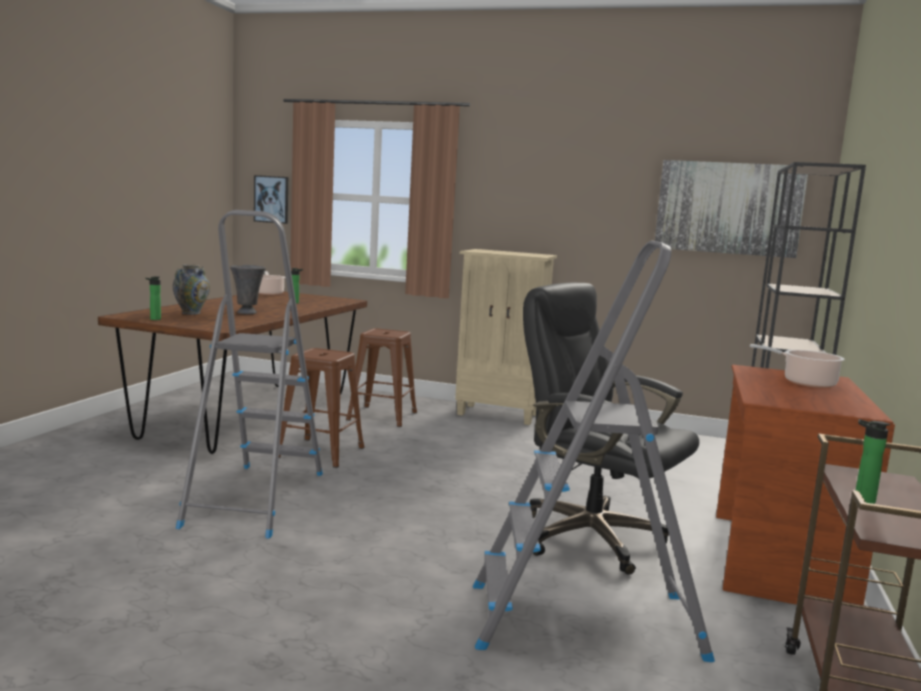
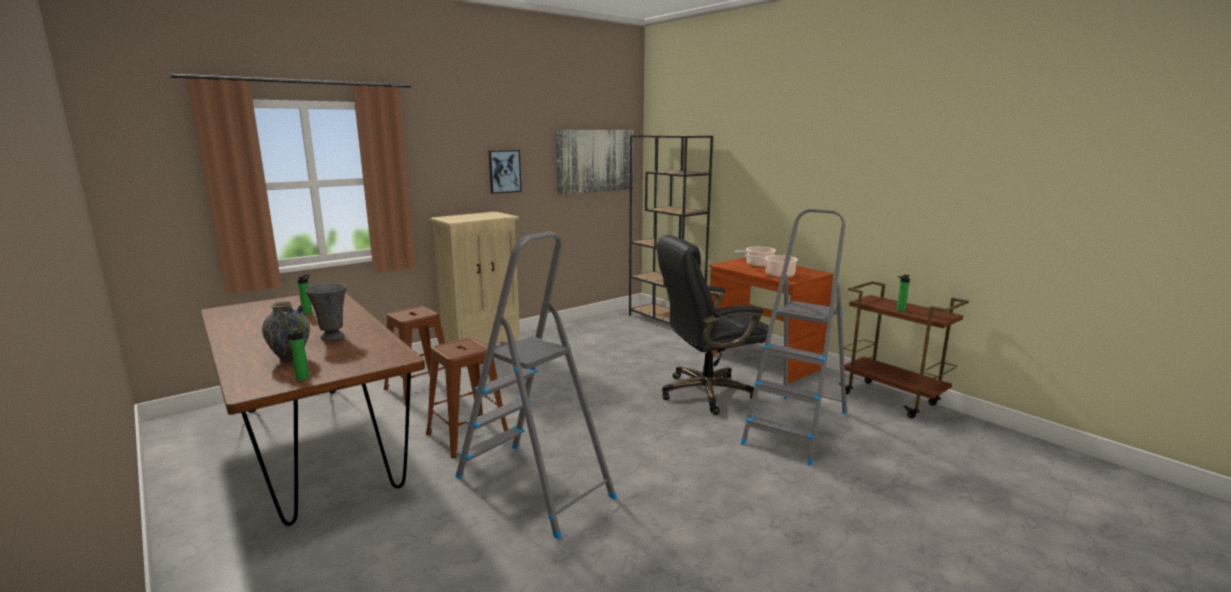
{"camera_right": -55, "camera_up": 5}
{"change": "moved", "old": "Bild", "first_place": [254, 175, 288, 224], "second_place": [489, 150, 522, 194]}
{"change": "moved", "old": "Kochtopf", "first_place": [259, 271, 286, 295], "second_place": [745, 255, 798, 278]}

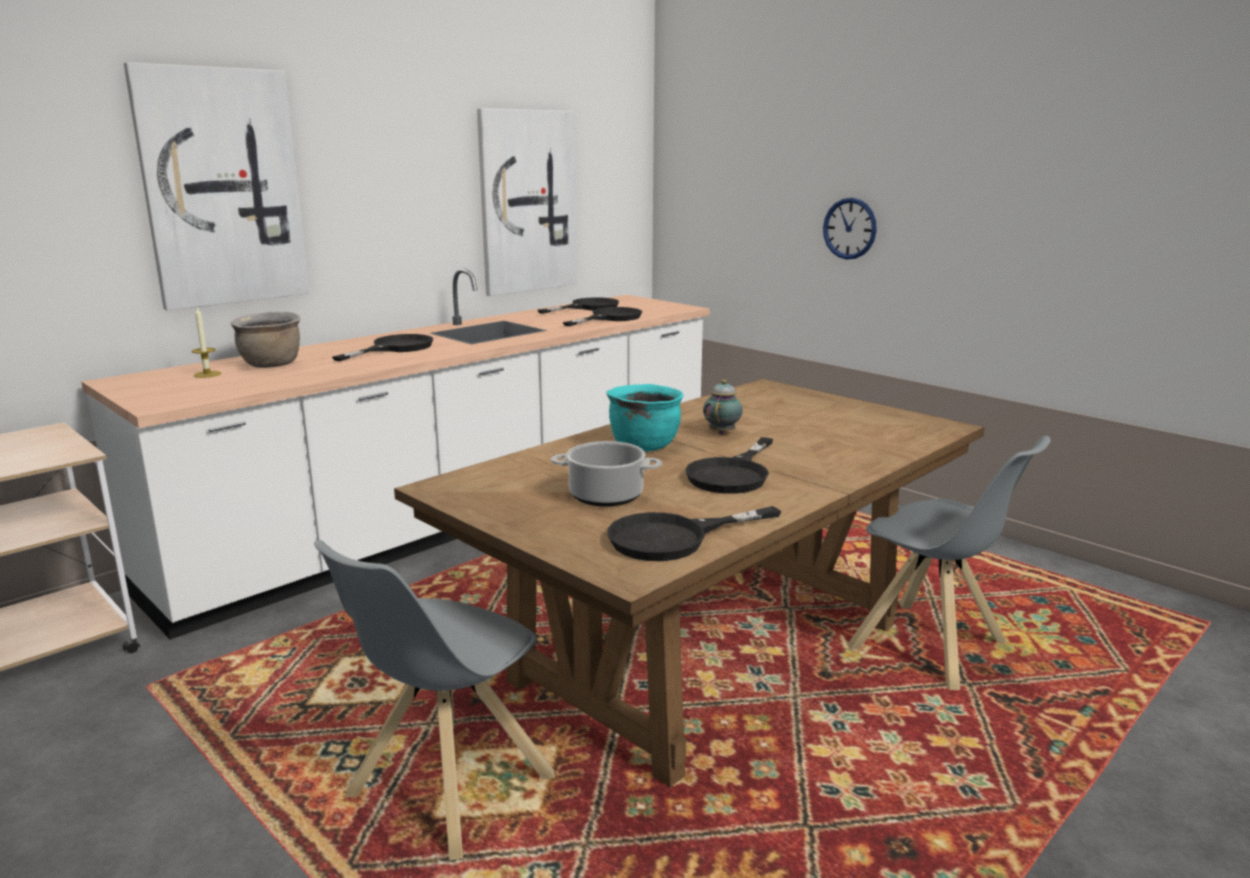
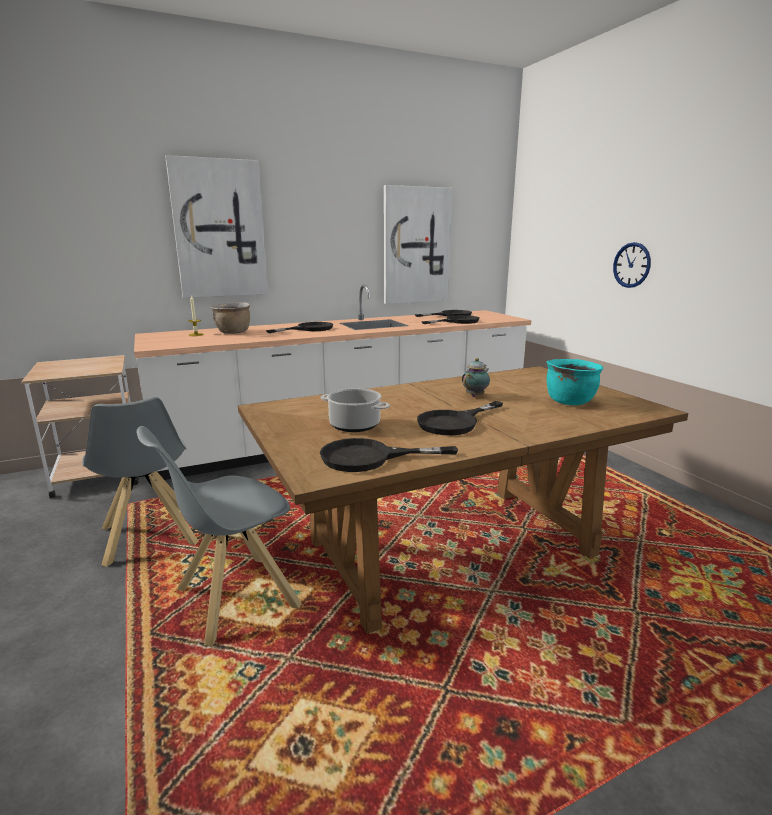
{"camera_right": 20, "camera_up": 0}
{"change": "moved", "old": "Kochtopf/türkis", "first_place": [606, 384, 683, 451], "second_place": [546, 359, 603, 405]}
{"change": "moved", "old": "Stuhl/grau", "first_place": [847, 436, 1051, 690], "second_place": [82, 397, 199, 567]}

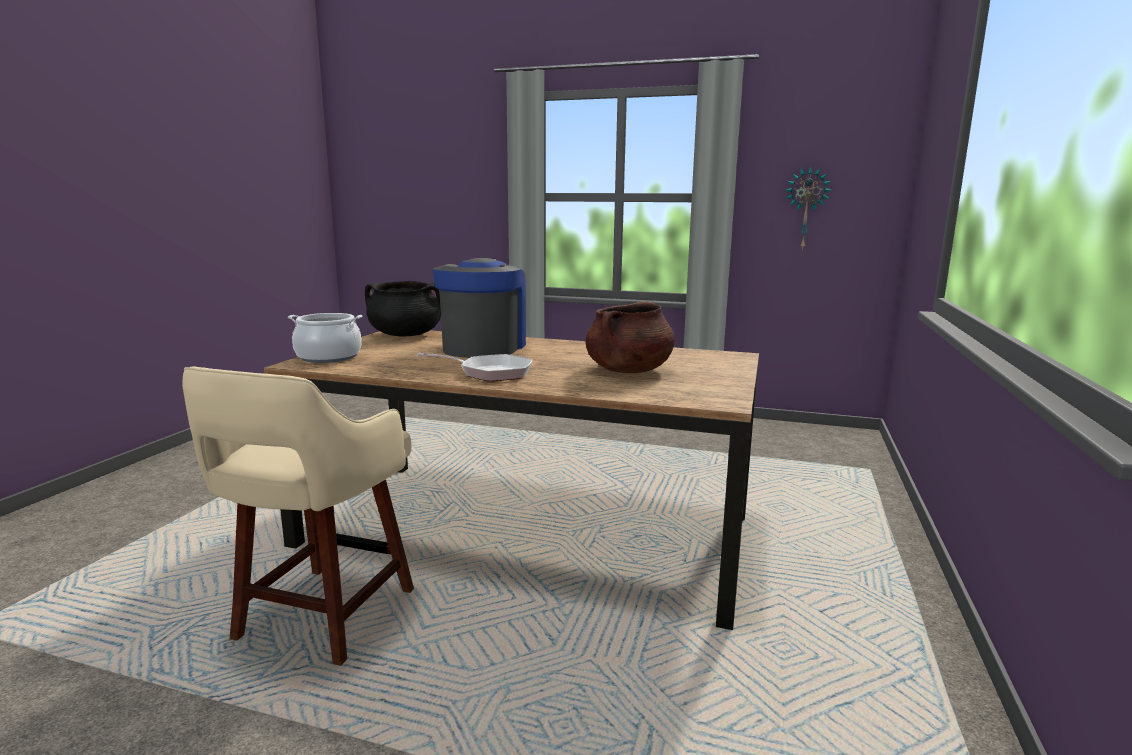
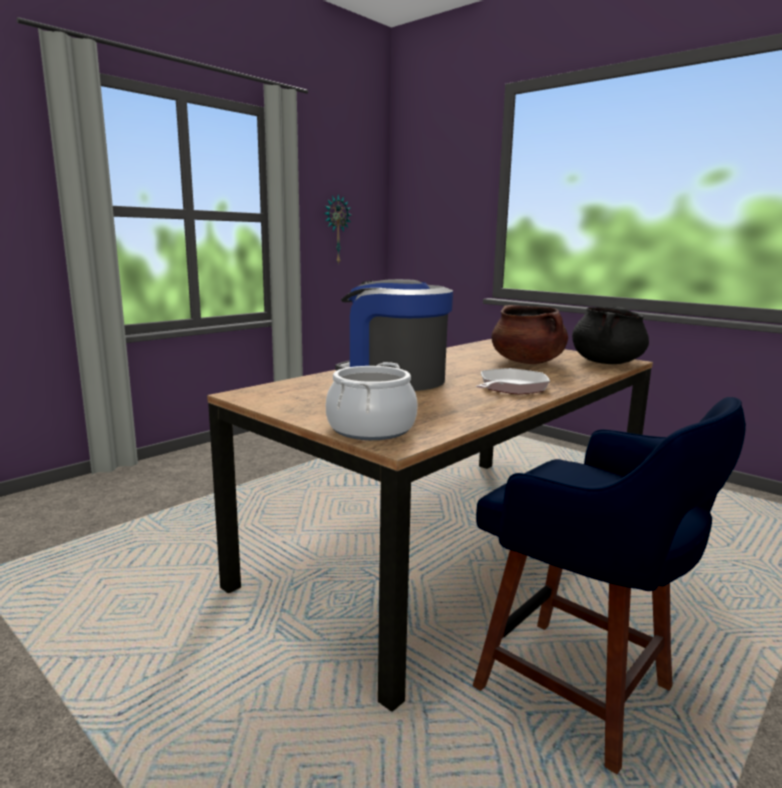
{"camera_right": -65, "camera_up": 0}
{"change": "recoloured", "old": "Hocker/beige", "new": "Hocker/blau", "first_place": [182, 366, 414, 666], "second_place": [473, 397, 746, 774]}
{"change": "moved", "old": "Kochtopf/schwarz", "first_place": [365, 281, 441, 336], "second_place": [572, 306, 649, 364]}

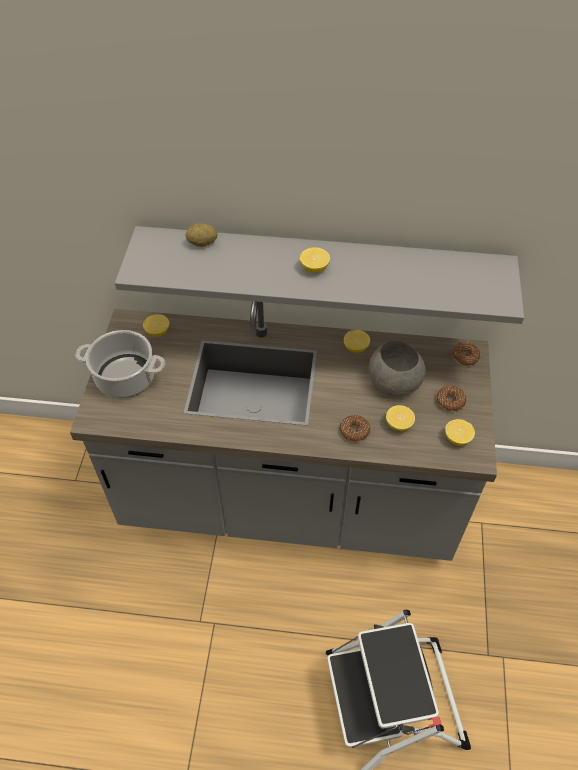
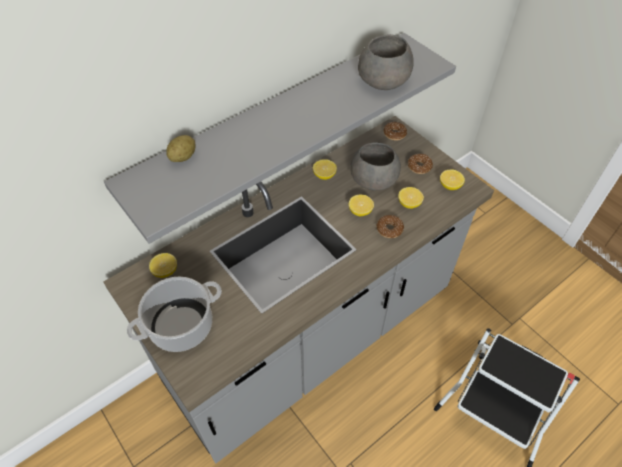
{"camera_right": -45, "camera_up": 0}
{"change": "moved", "old": "Zitrone", "first_place": [300, 247, 330, 273], "second_place": [349, 194, 374, 217]}
{"change": "added", "new": "Schüssel/grau", "second_place": [358, 34, 414, 90]}

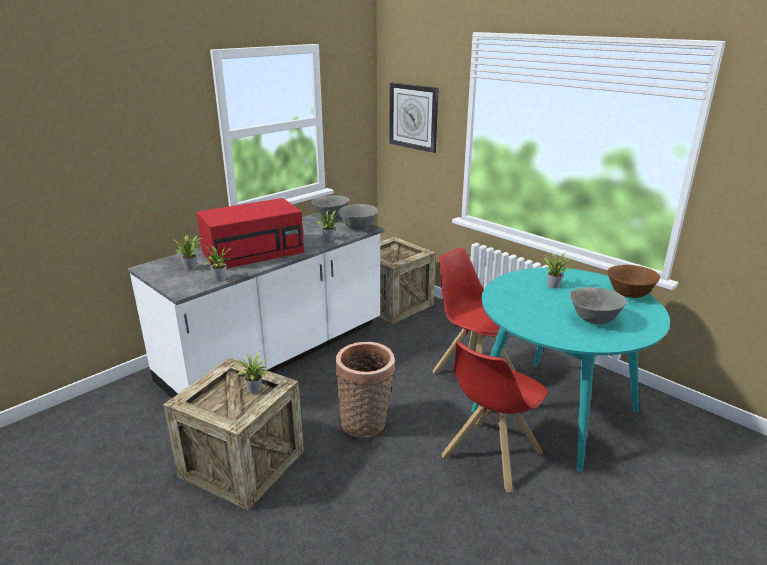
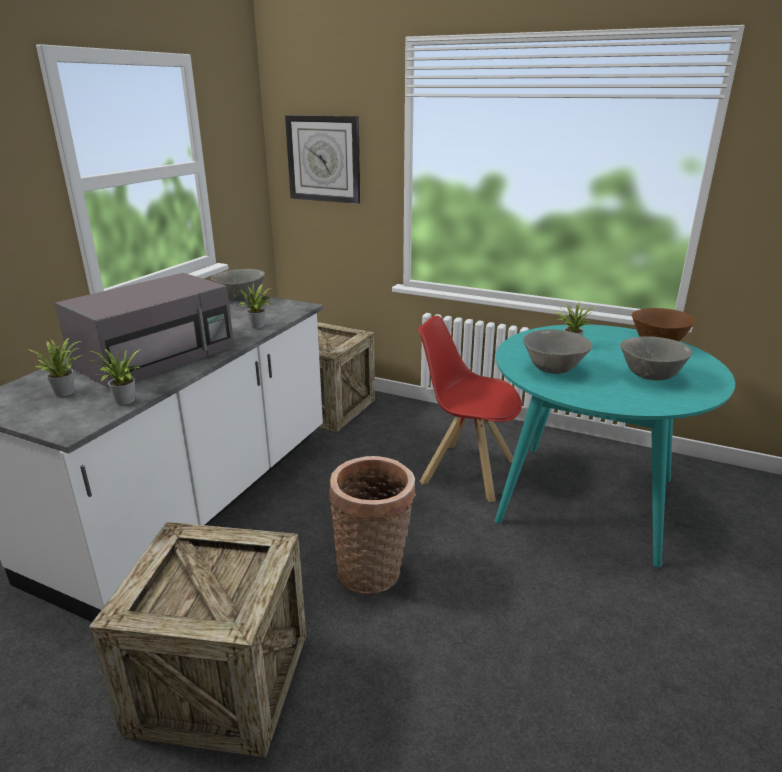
{"camera_right": -20, "camera_up": 0}
{"change": "recoloured", "old": "Mikrowelle/rot", "new": "Mikrowelle/grau", "first_place": [196, 198, 304, 269], "second_place": [55, 273, 234, 389]}
{"change": "removed", "old": "Topfpflanze", "first_place": [234, 352, 269, 394]}
{"change": "moved", "old": "Schüssel/grau", "first_place": [338, 204, 378, 230], "second_place": [523, 329, 592, 374]}
{"change": "removed", "old": "Stuhl/rot", "first_place": [442, 342, 548, 493]}

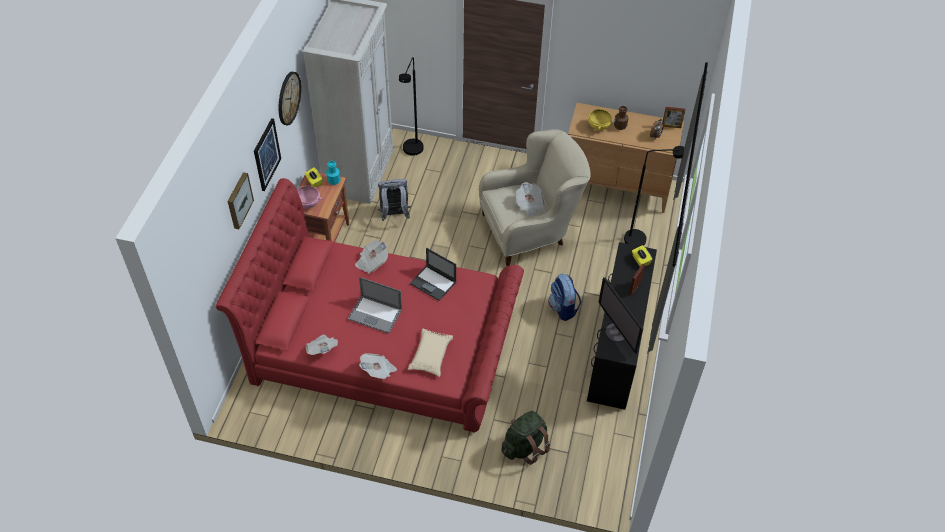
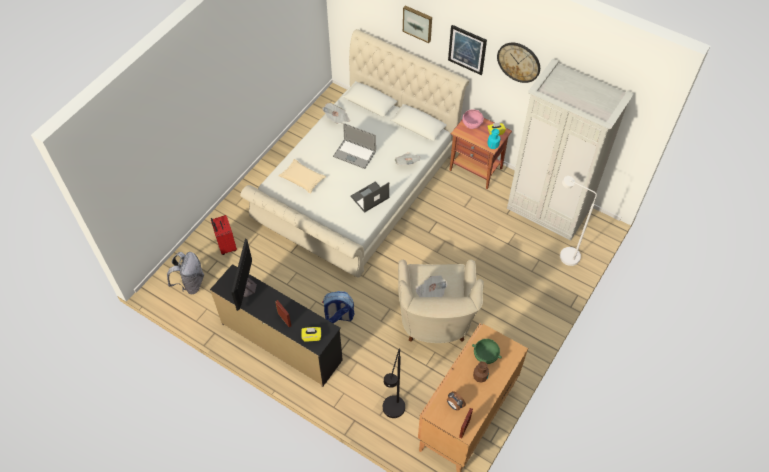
{"camera_right": 110, "camera_up": 5}
{"change": "recoloured", "old": "Bett/rot", "new": "Bett/beige", "first_place": [216, 178, 524, 432], "second_place": [240, 29, 469, 278]}
{"change": "turned", "old": "Laptop", "first_place": [348, 277, 402, 334], "second_place": [333, 123, 376, 169], "degrees": -105}
{"change": "removed", "old": "Zeitung", "first_place": [359, 353, 397, 379]}
{"change": "moved", "old": "Rucksack/grau", "first_place": [378, 179, 411, 221], "second_place": [167, 252, 204, 294]}
{"change": "recoloured", "old": "Stehlampe/schwarz", "new": "Stehlampe/weiß", "first_place": [399, 57, 423, 156], "second_place": [560, 176, 597, 266]}
{"change": "replaced", "old": "Rucksack/grün", "new": "Koffer/rot", "first_place": [501, 411, 550, 465], "second_place": [211, 215, 237, 255]}
{"change": "recoloured", "old": "Schüssel/gelb", "new": "Schüssel/grün", "first_place": [588, 109, 612, 131], "second_place": [472, 339, 502, 364]}
{"change": "turned", "old": "Monitor", "first_place": [598, 278, 643, 354], "second_place": [231, 238, 257, 311], "degrees": -75}

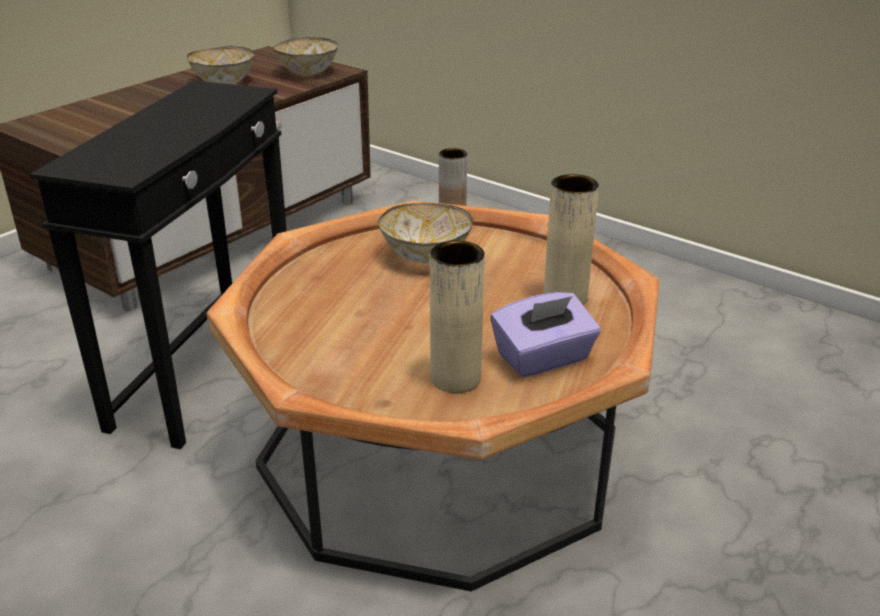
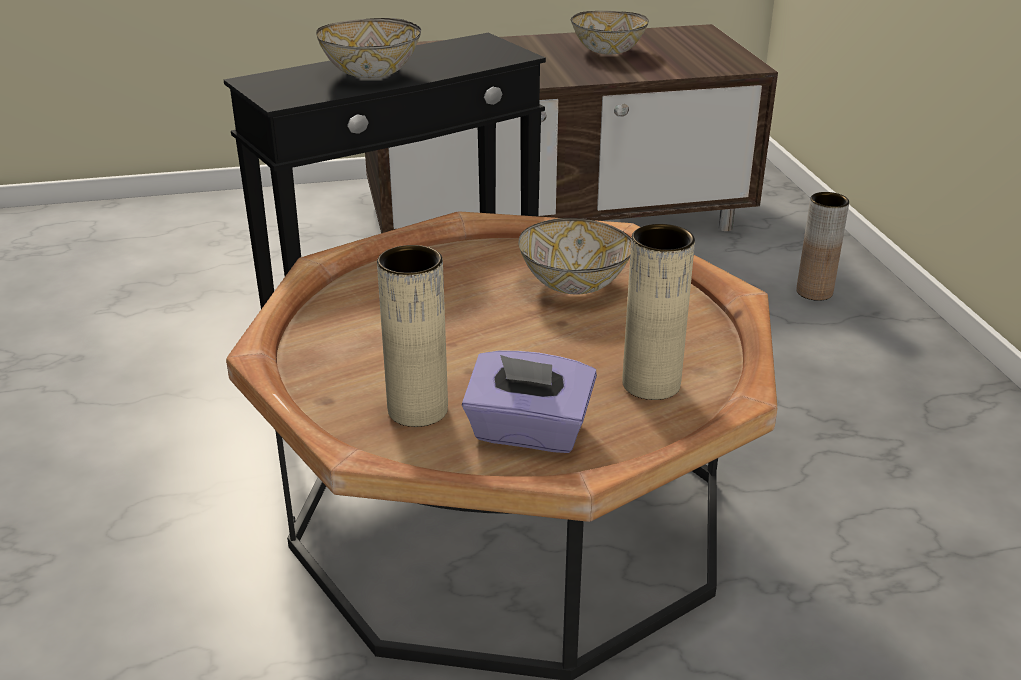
{"camera_right": 40, "camera_up": 0}
{"change": "moved", "old": "Schüssel", "first_place": [273, 37, 338, 75], "second_place": [316, 18, 421, 78]}

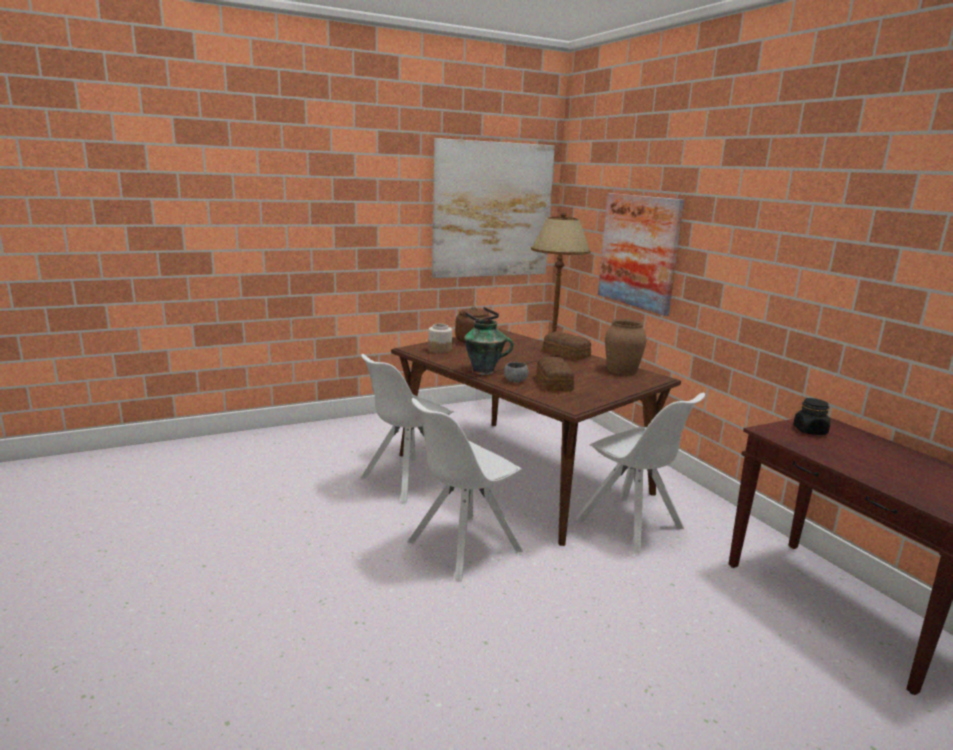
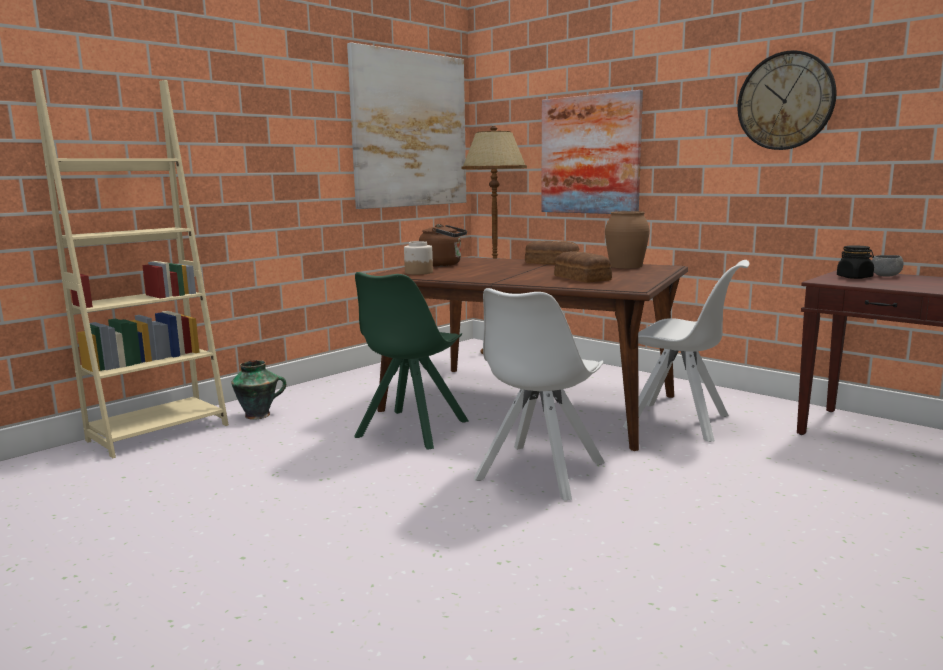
{"camera_right": -20, "camera_up": -5}
{"change": "recoloured", "old": "Stuhl/weiß", "new": "Stuhl/grün", "first_place": [361, 354, 454, 503], "second_place": [354, 272, 469, 449]}
{"change": "moved", "old": "Vase", "first_place": [464, 319, 514, 375], "second_place": [231, 360, 286, 420]}
{"change": "moved", "old": "Schüssel/grau", "first_place": [504, 362, 529, 382], "second_place": [872, 255, 904, 277]}
{"change": "added", "new": "Bücherregal/beige", "second_place": [32, 69, 229, 458]}
{"change": "added", "new": "Wanduhr", "second_place": [737, 50, 837, 150]}

